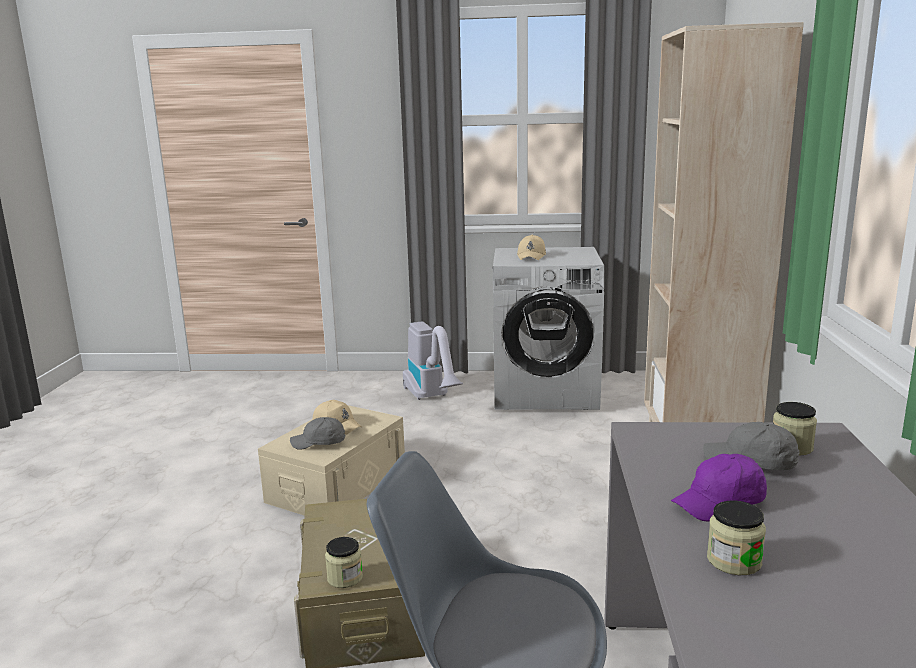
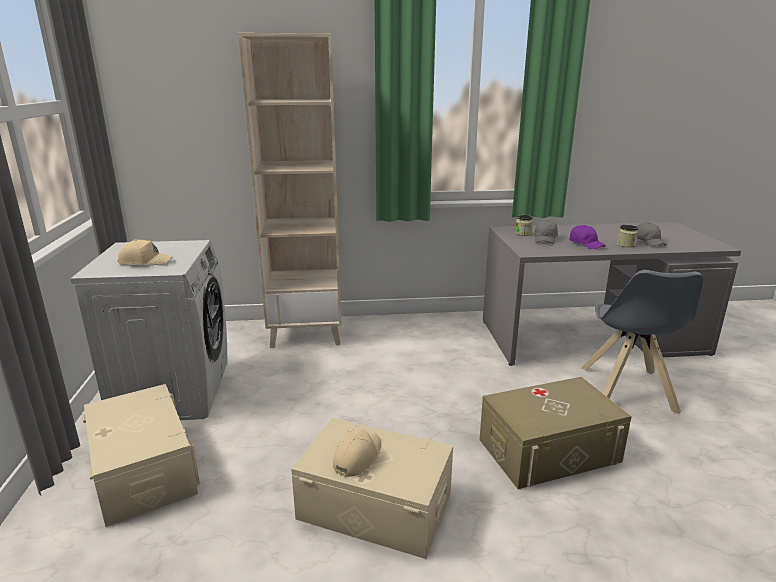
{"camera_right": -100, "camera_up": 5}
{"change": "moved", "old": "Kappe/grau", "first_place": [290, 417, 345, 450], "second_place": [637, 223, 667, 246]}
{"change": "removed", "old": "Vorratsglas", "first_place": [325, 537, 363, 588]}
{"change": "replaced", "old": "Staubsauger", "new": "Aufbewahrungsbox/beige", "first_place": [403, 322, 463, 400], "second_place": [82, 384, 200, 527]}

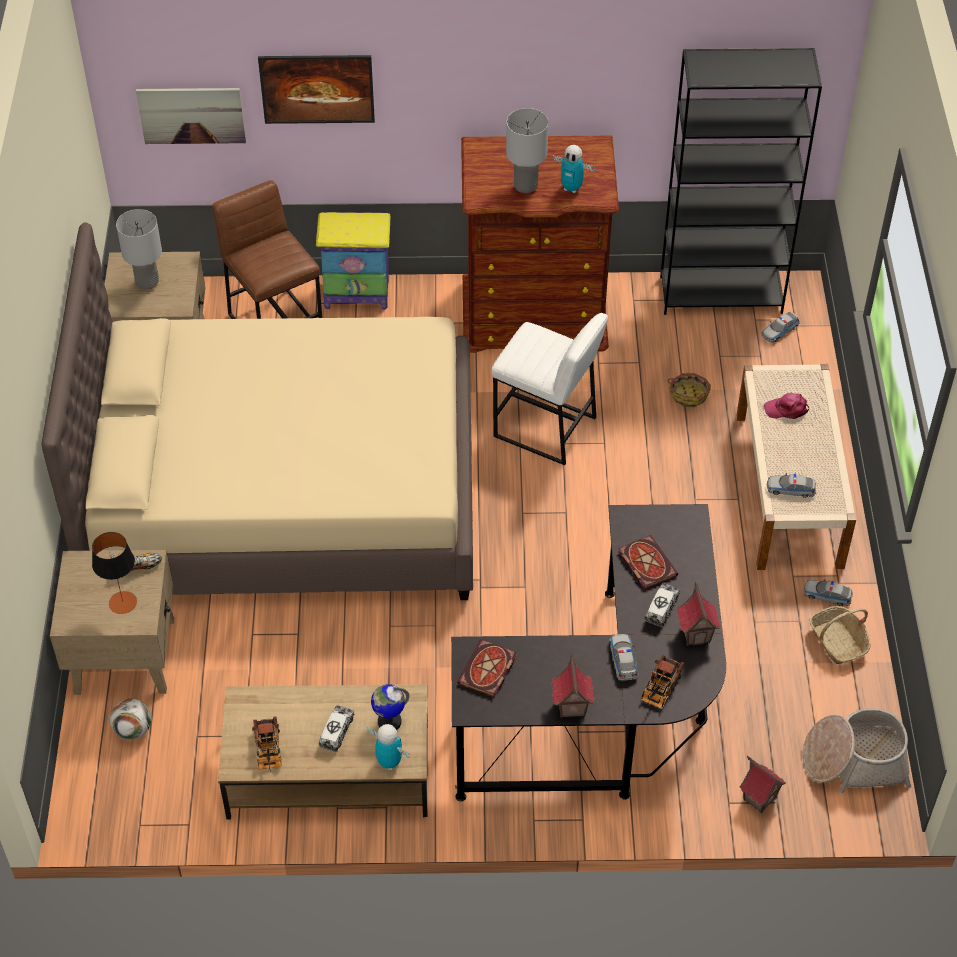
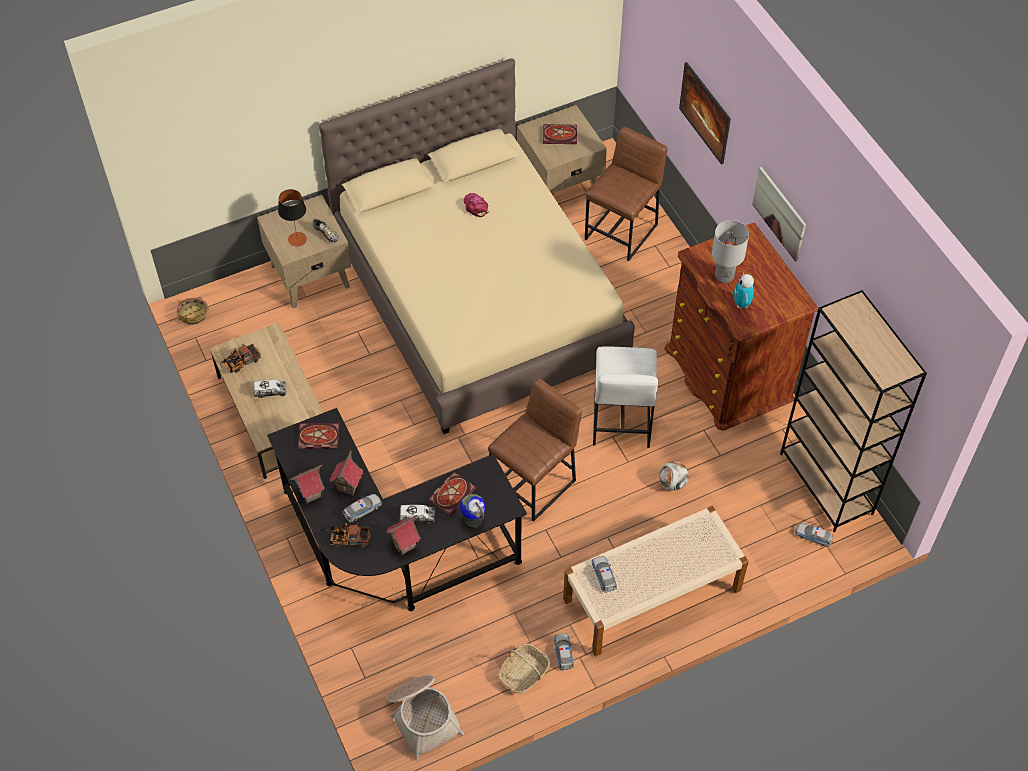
{"camera_right": 65, "camera_up": 5}
{"change": "moved", "old": "Fußball", "first_place": [110, 699, 151, 740], "second_place": [659, 461, 689, 490]}
{"change": "replaced", "old": "Tischlampe/grau", "new": "Buch", "first_place": [116, 209, 162, 290], "second_place": [543, 124, 577, 144]}
{"change": "moved", "old": "Bild", "first_place": [136, 88, 246, 144], "second_place": [752, 167, 806, 262]}
{"change": "removed", "old": "Nachttisch", "first_place": [316, 212, 391, 310]}
{"change": "removed", "old": "Spielzeugroboter", "first_place": [366, 724, 410, 771]}
{"change": "moved", "old": "Globus", "first_place": [371, 684, 409, 730], "second_place": [460, 494, 486, 529]}
{"change": "recoloured", "old": "Bücherregal/schwarz", "new": "Bücherregal/beige", "first_place": [660, 48, 822, 315], "second_place": [780, 290, 927, 532]}
{"change": "moved", "old": "Korb", "first_place": [668, 373, 711, 407], "second_place": [177, 297, 209, 325]}
{"change": "moved", "old": "Spielzeughaus", "first_place": [739, 756, 786, 813], "second_place": [330, 451, 363, 496]}
{"change": "moved", "old": "Kappe/rosa", "first_place": [764, 393, 809, 419], "second_place": [464, 193, 489, 217]}
{"change": "added", "new": "Stuhl/braun", "second_place": [488, 378, 582, 522]}

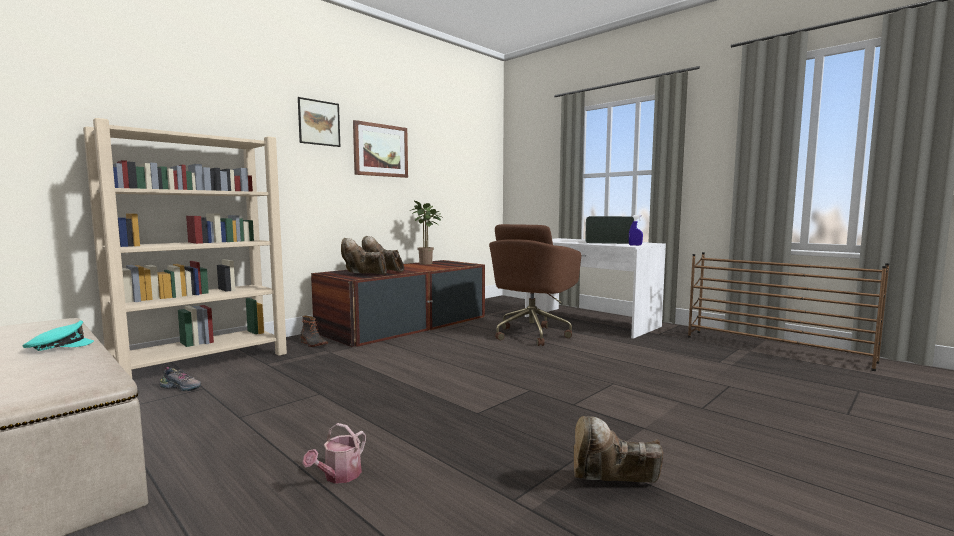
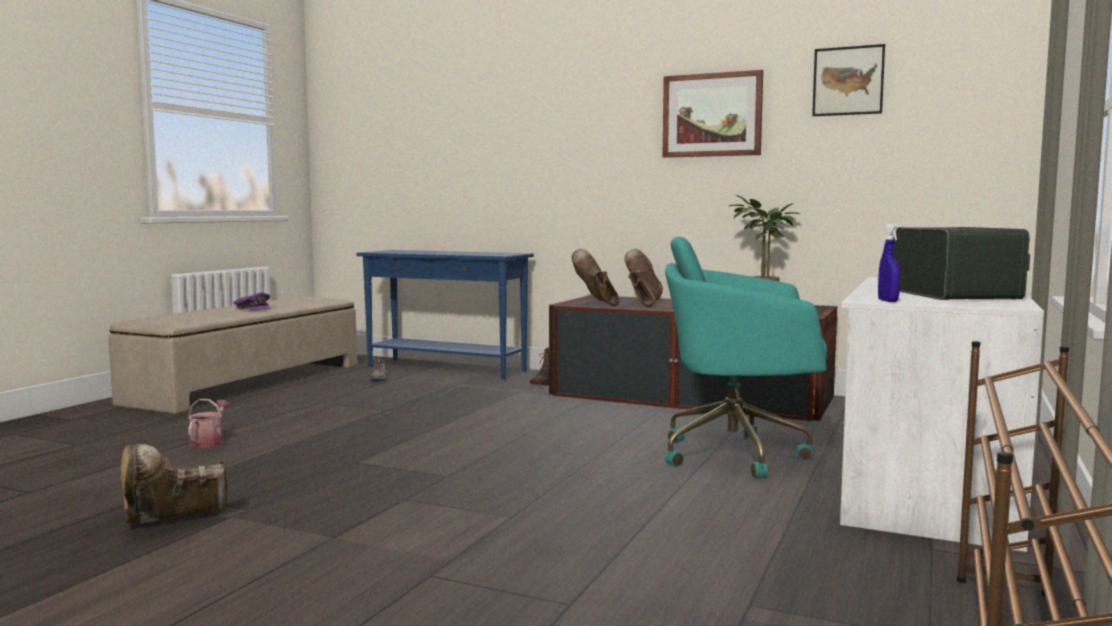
{"camera_right": 70, "camera_up": 0}
{"change": "recoloured", "old": "Kappe/türkis", "new": "Kappe/lila", "first_place": [22, 320, 94, 351], "second_place": [233, 292, 271, 311]}
{"change": "replaced", "old": "Bücherregal/beige", "new": "Konsolentisch/blau", "first_place": [83, 118, 287, 378], "second_place": [357, 250, 534, 381]}
{"change": "moved", "old": "Bild", "first_place": [298, 97, 340, 147], "second_place": [812, 44, 885, 116]}
{"change": "turned", "old": "Gießkanne", "first_place": [302, 423, 366, 484], "second_place": [188, 399, 230, 448], "degrees": 90}
{"change": "recoloured", "old": "Bürostuhl/braun", "new": "Bürostuhl/türkis", "first_place": [489, 224, 581, 346], "second_place": [665, 236, 827, 478]}
{"change": "turned", "old": "Stiefel/braun", "first_place": [574, 416, 663, 483], "second_place": [121, 444, 227, 524], "degrees": -105}

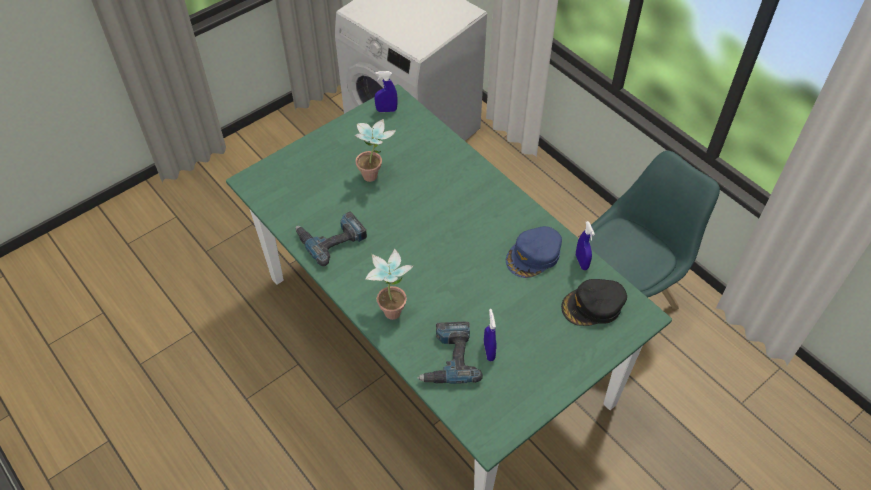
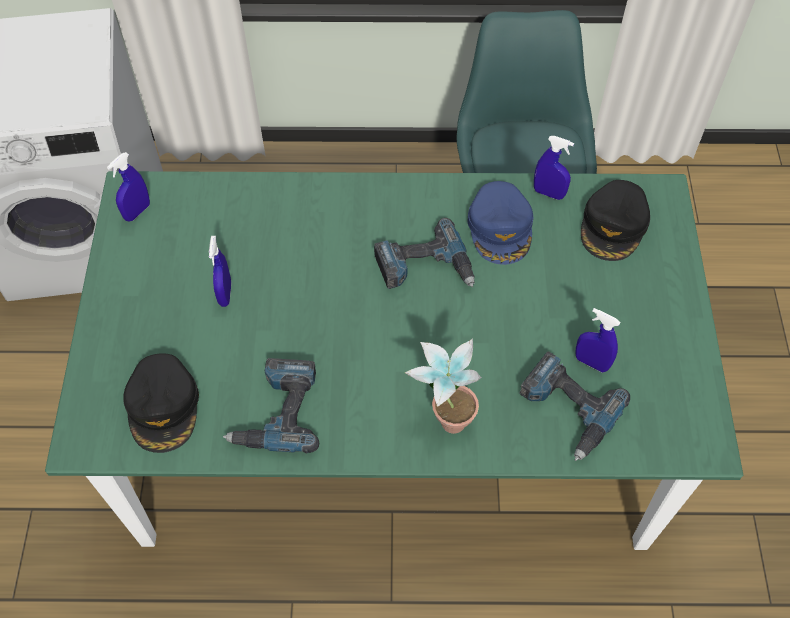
{"camera_right": -50, "camera_up": 5}
{"change": "replaced", "old": "Topfpflanze", "new": "Sprühflasche/blau", "first_place": [355, 119, 396, 182], "second_place": [209, 236, 231, 307]}
{"change": "added", "new": "Kappe/schwarz", "second_place": [123, 353, 199, 453]}
{"change": "added", "new": "Bohrmaschine", "second_place": [374, 218, 475, 289]}

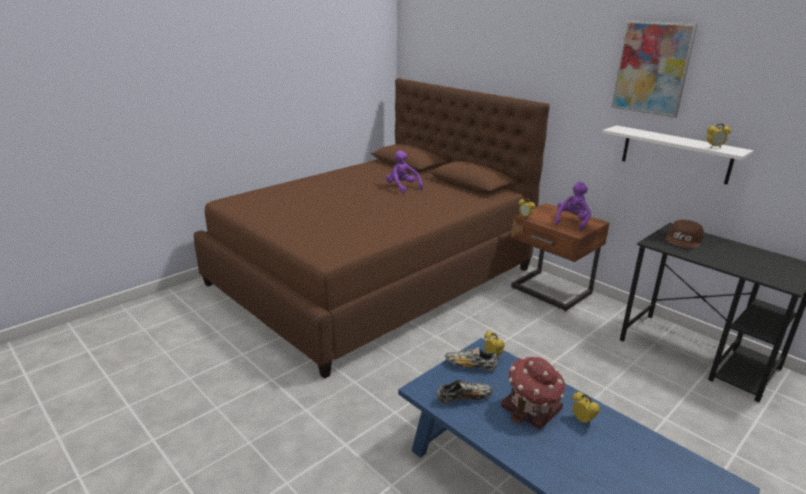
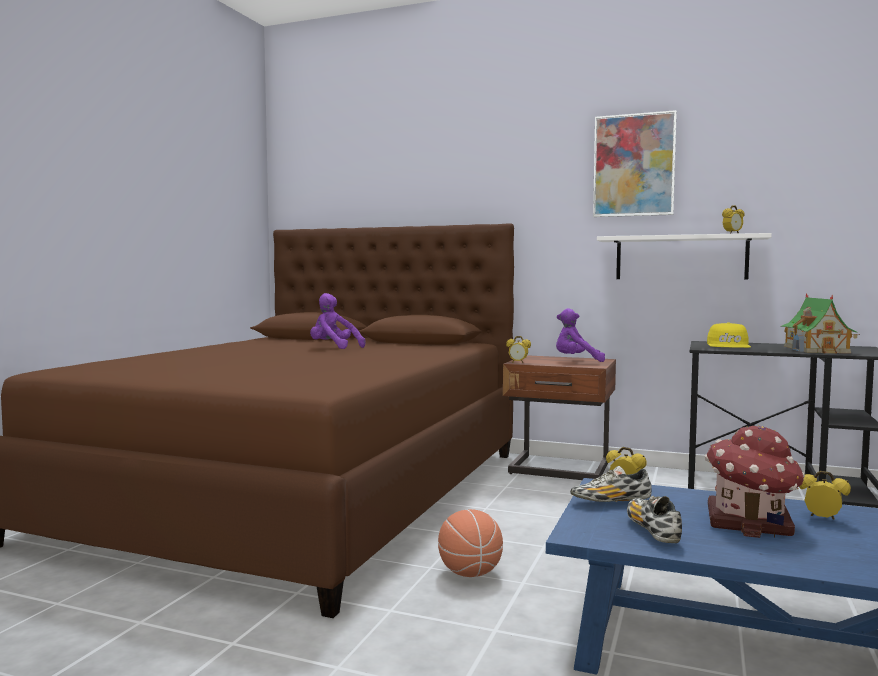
{"camera_right": -25, "camera_up": -20}
{"change": "turned", "old": "Schuh", "first_place": [437, 380, 493, 403], "second_place": [627, 496, 682, 543], "degrees": -60}
{"change": "turned", "old": "Plüschtier/lila", "first_place": [555, 182, 591, 231], "second_place": [556, 308, 605, 362], "degrees": -90}
{"change": "recoloured", "old": "Kappe/braun", "new": "Kappe/gelb", "first_place": [665, 220, 704, 248], "second_place": [707, 322, 751, 348]}
{"change": "added", "new": "Basketball", "second_place": [438, 509, 503, 577]}
{"change": "added", "new": "Spielzeughaus", "second_place": [781, 293, 860, 354]}

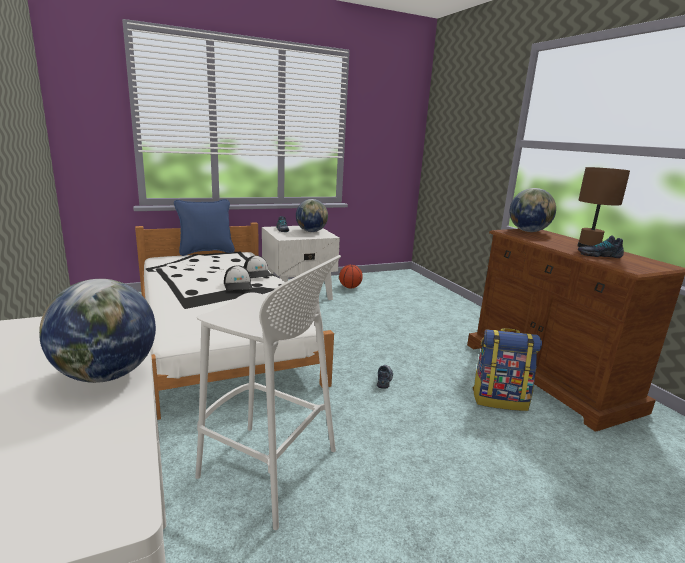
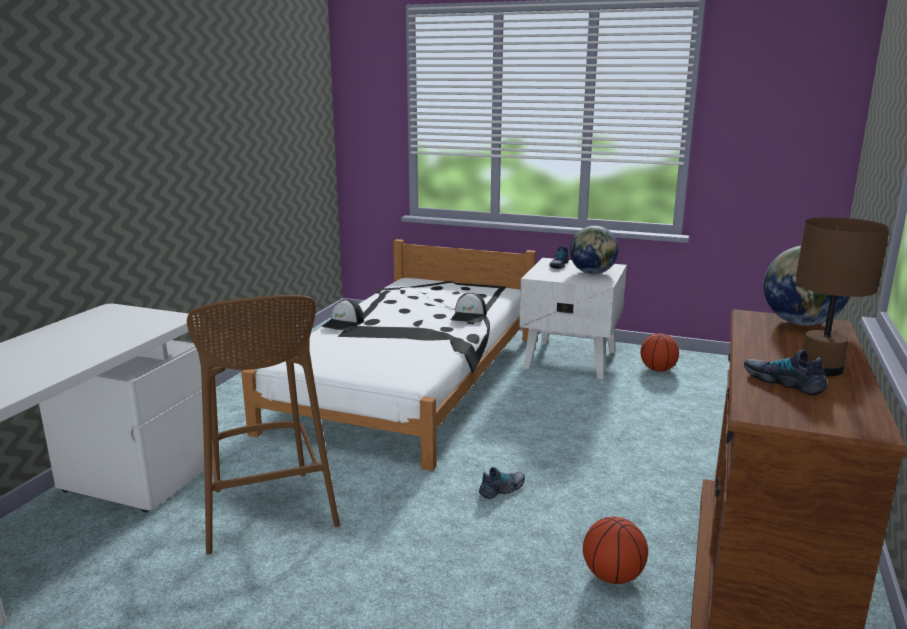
{"camera_right": 45, "camera_up": 0}
{"change": "removed", "old": "Globus", "first_place": [39, 279, 156, 383]}
{"change": "removed", "old": "Kissen/blau", "first_place": [174, 199, 235, 256]}
{"change": "recoloured", "old": "Hocker/weiß", "new": "Hocker/braun", "first_place": [195, 255, 341, 530], "second_place": [187, 295, 340, 555]}
{"change": "moved", "old": "Kappe", "first_place": [224, 266, 252, 290], "second_place": [321, 300, 364, 331]}
{"change": "replaced", "old": "Rucksack", "new": "Basketball", "first_place": [473, 328, 542, 411], "second_place": [583, 517, 648, 584]}

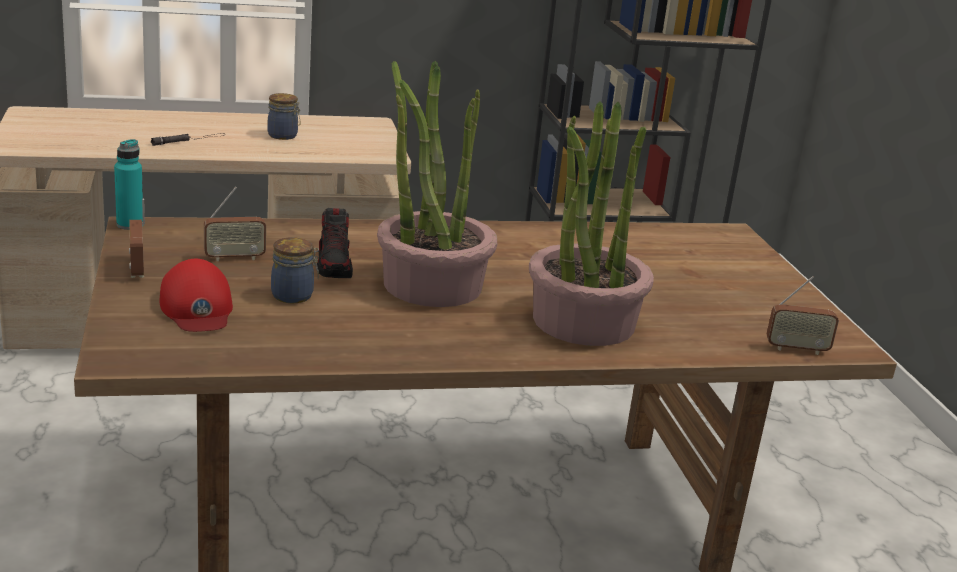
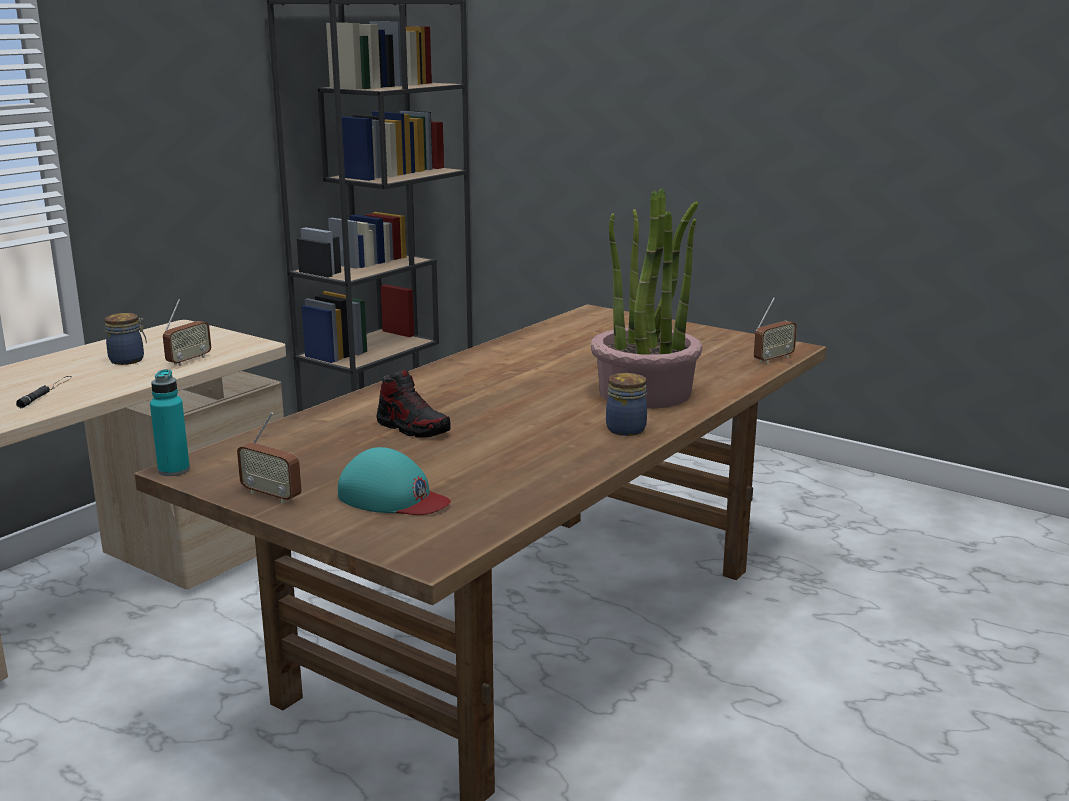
{"camera_right": -40, "camera_up": -5}
{"change": "recoloured", "old": "Kappe/rot", "new": "Kappe/türkis", "first_place": [159, 259, 233, 332], "second_place": [338, 447, 451, 515]}
{"change": "moved", "old": "Radio", "first_place": [204, 187, 266, 261], "second_place": [163, 299, 211, 366]}
{"change": "moved", "old": "Vorratsglas", "first_place": [271, 237, 319, 303], "second_place": [606, 373, 647, 436]}
{"change": "removed", "old": "Topfpflanze", "first_place": [377, 61, 497, 307]}

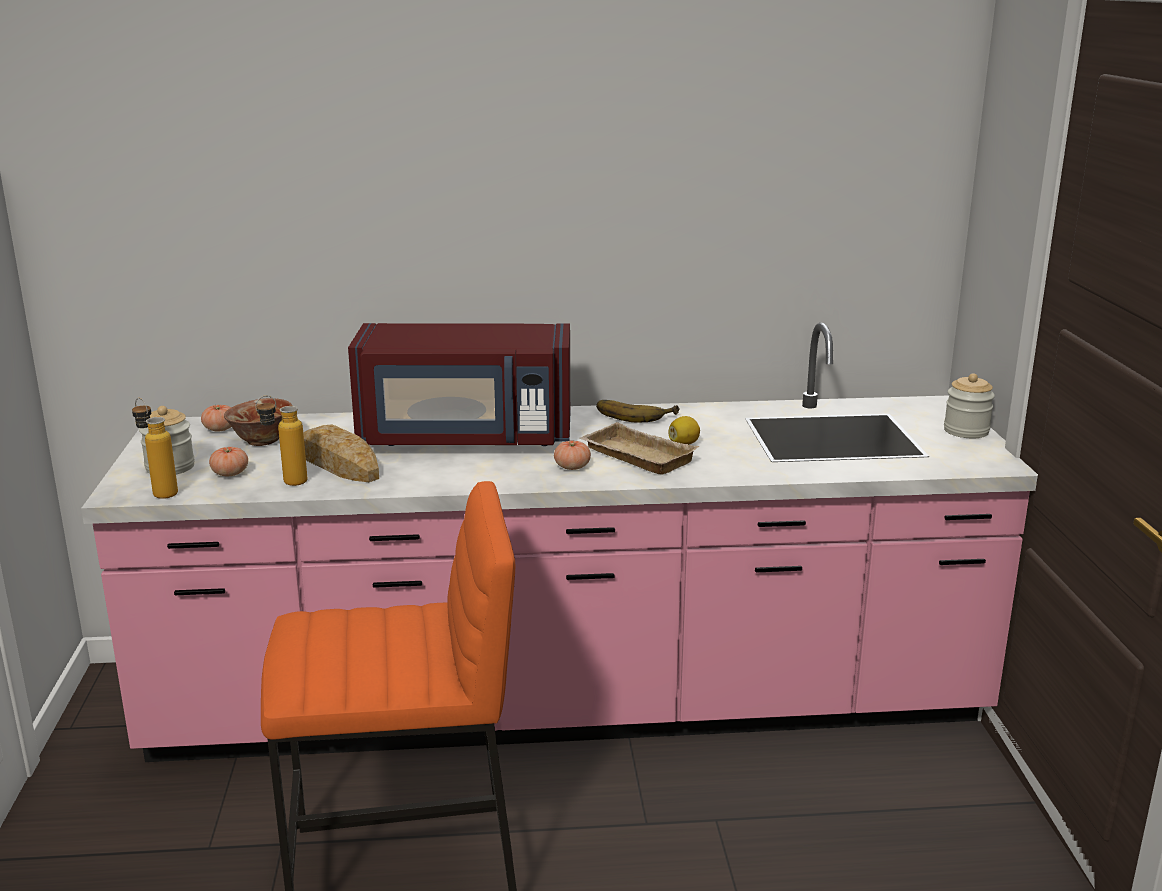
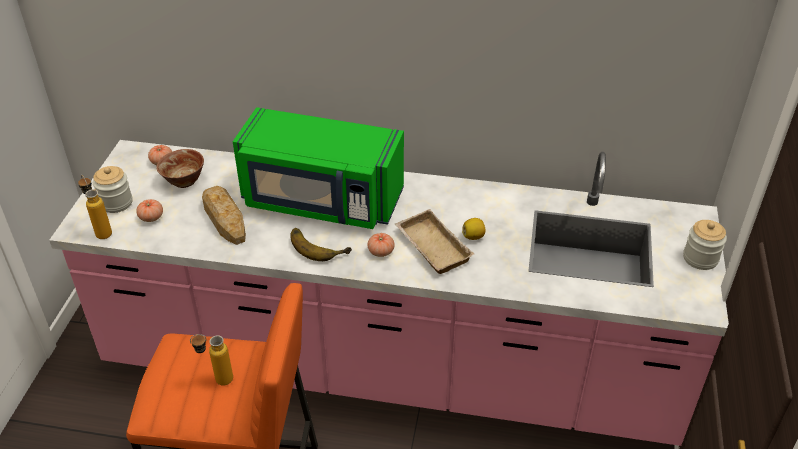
{"camera_right": 15, "camera_up": 20}
{"change": "moved", "old": "Flasche", "first_place": [255, 395, 307, 486], "second_place": [190, 334, 233, 386]}
{"change": "recoloured", "old": "Mikrowelle/rot", "new": "Mikrowelle/grün", "first_place": [348, 323, 570, 446], "second_place": [233, 107, 404, 229]}
{"change": "moved", "old": "Banane", "first_place": [596, 400, 680, 423], "second_place": [290, 228, 352, 261]}

